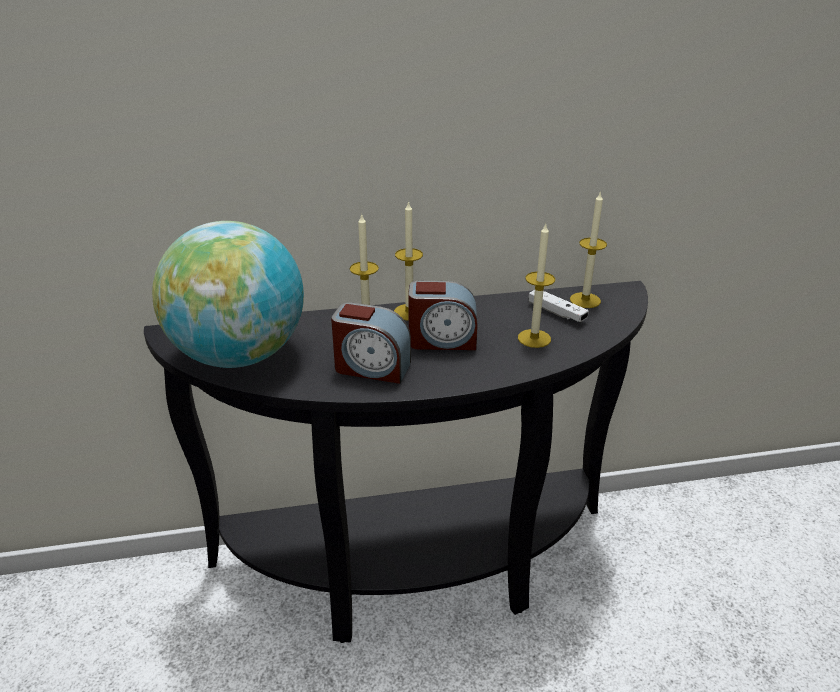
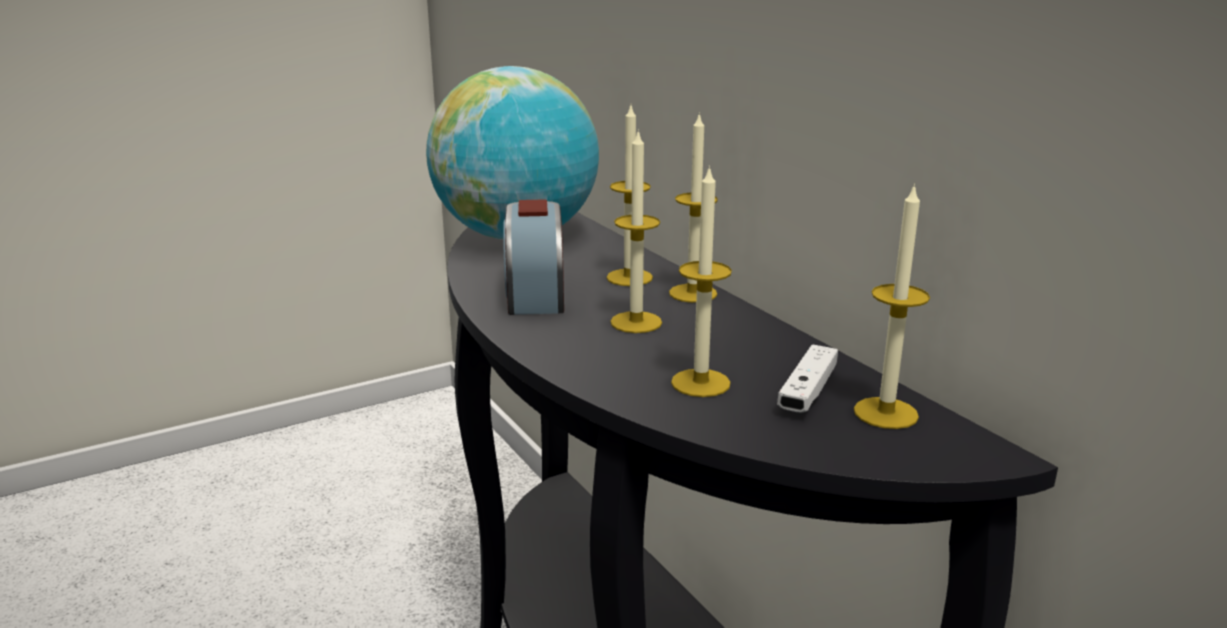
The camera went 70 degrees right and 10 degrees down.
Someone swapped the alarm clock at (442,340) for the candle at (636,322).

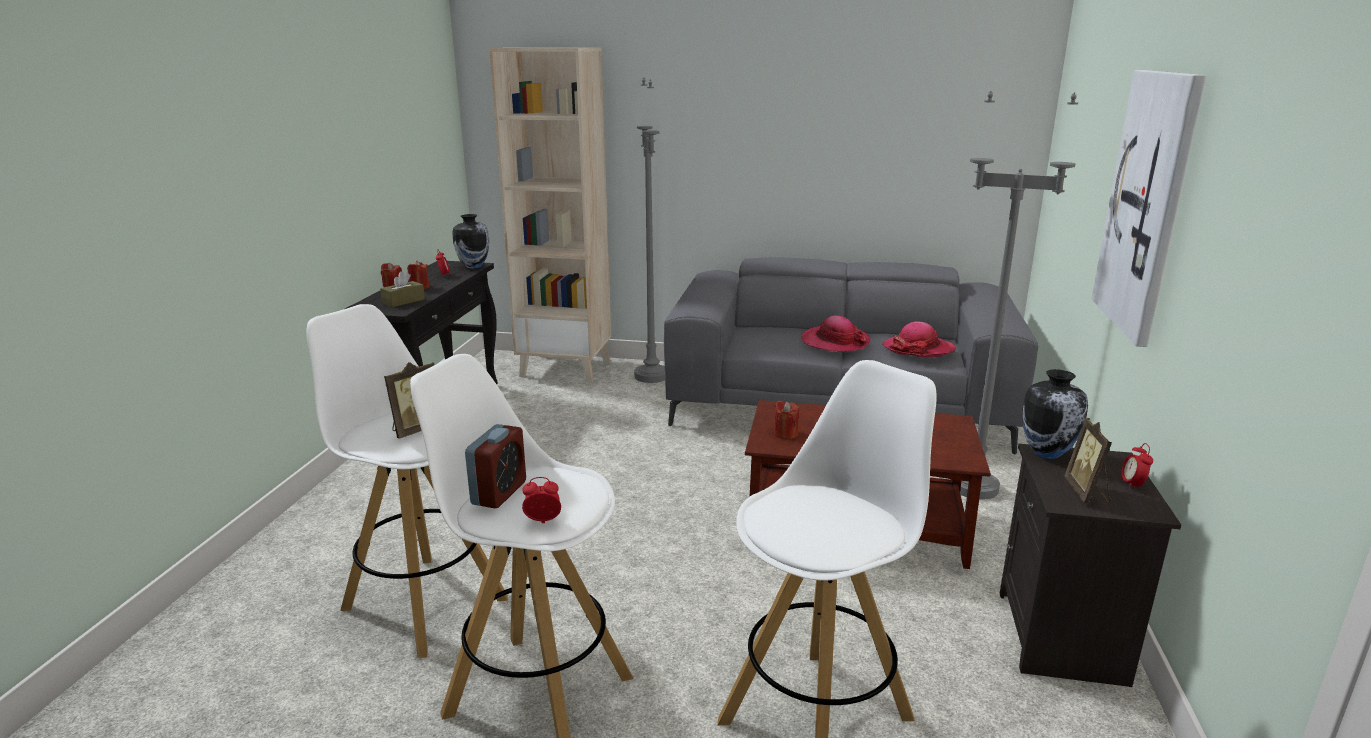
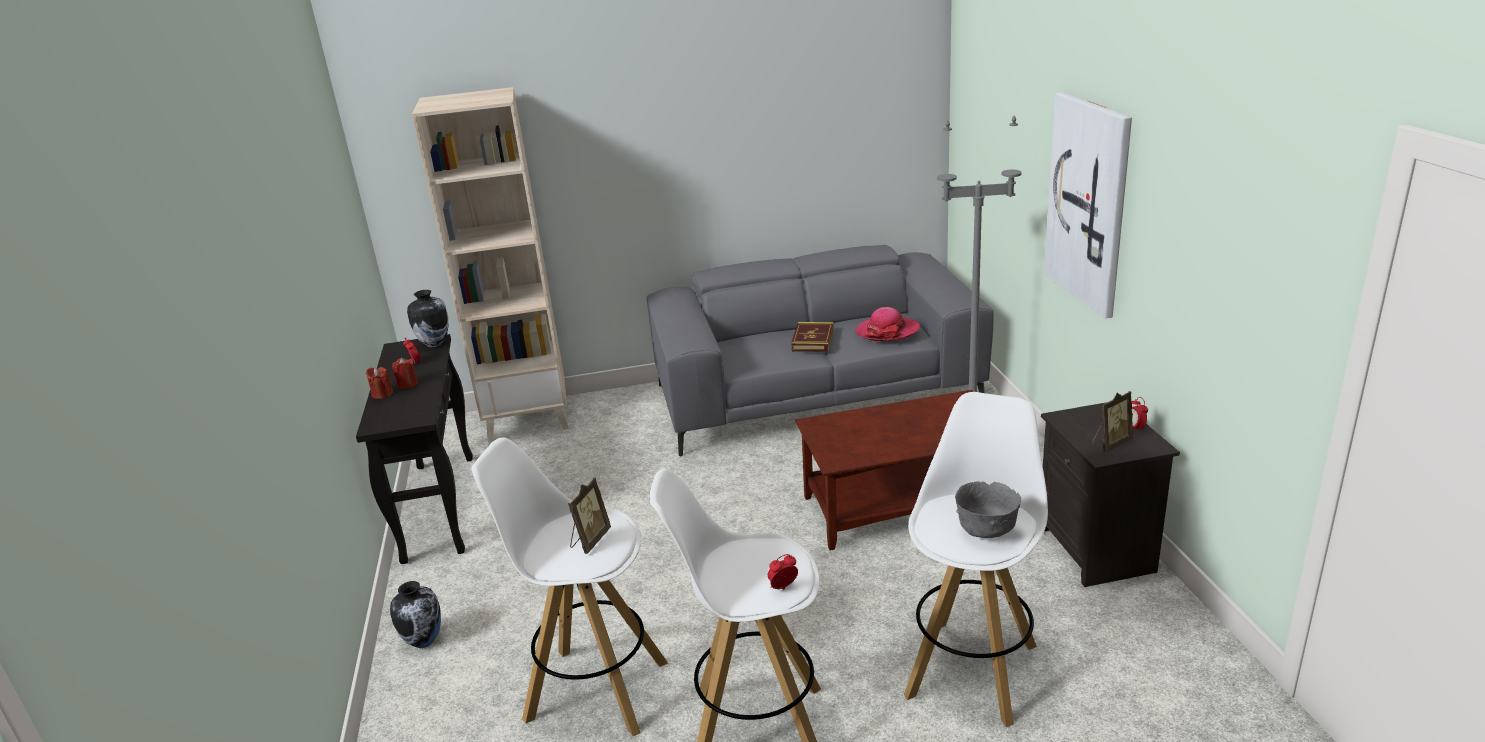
The camera went 20 degrees left and 5 degrees up.
Someone carried the vase from (1047,453) to (424,641).
Someone swapped the hat at (835,342) for the book at (813,340).
Someone put down the grey bowl at (986,532).
Someone rotated the picture frame at (1087,493) by 105 degrees counterclockwise.
Someone took away the brown tissue box at (403,301).
Someone took away the alarm clock at (499,493).
Someone took away the grey floor lamp at (651,376).
Someone took away the red candle at (785,433).

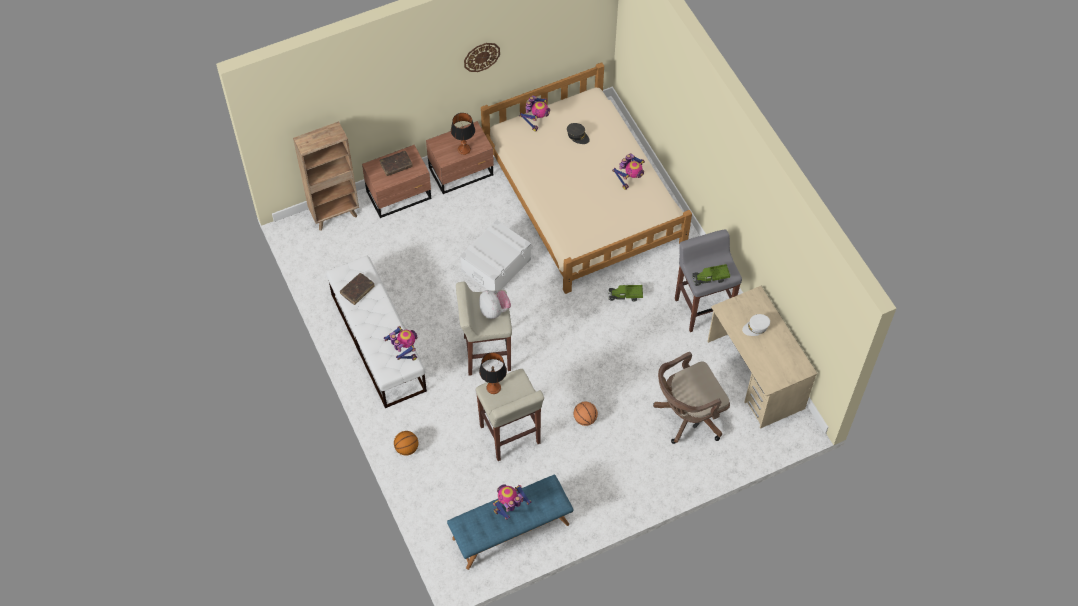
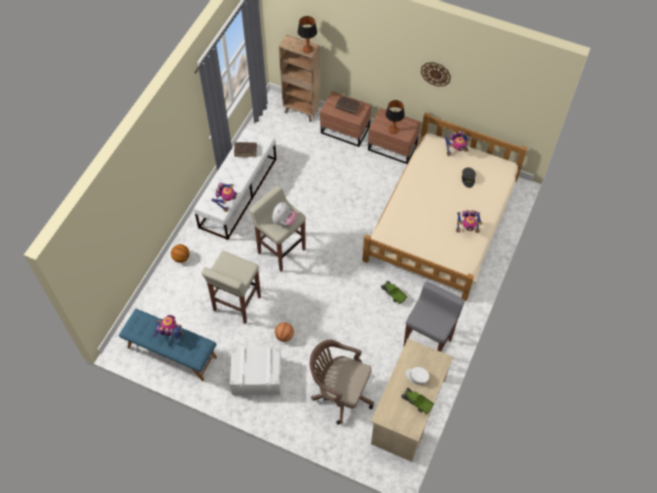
The camera went 50 degrees right and 0 degrees up.
Someone carried the white storage box from (496,265) to (257,376).
Someone carried the table lamp from (493,388) to (307,49).
Someone carried the toy truck from (710,278) to (416,402).

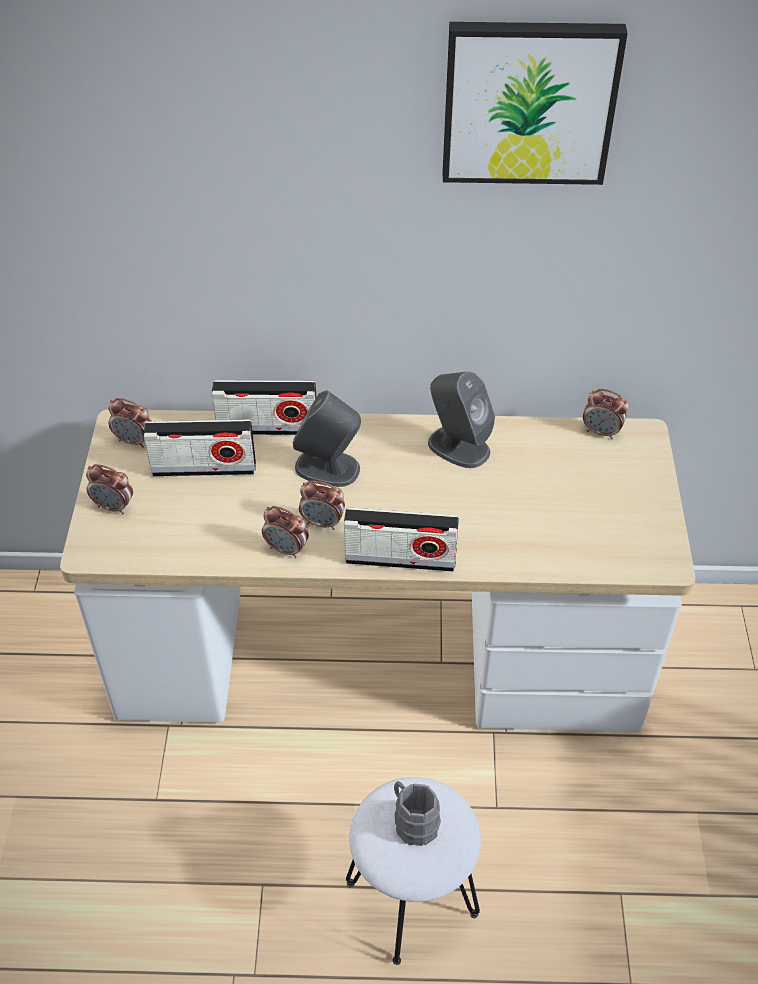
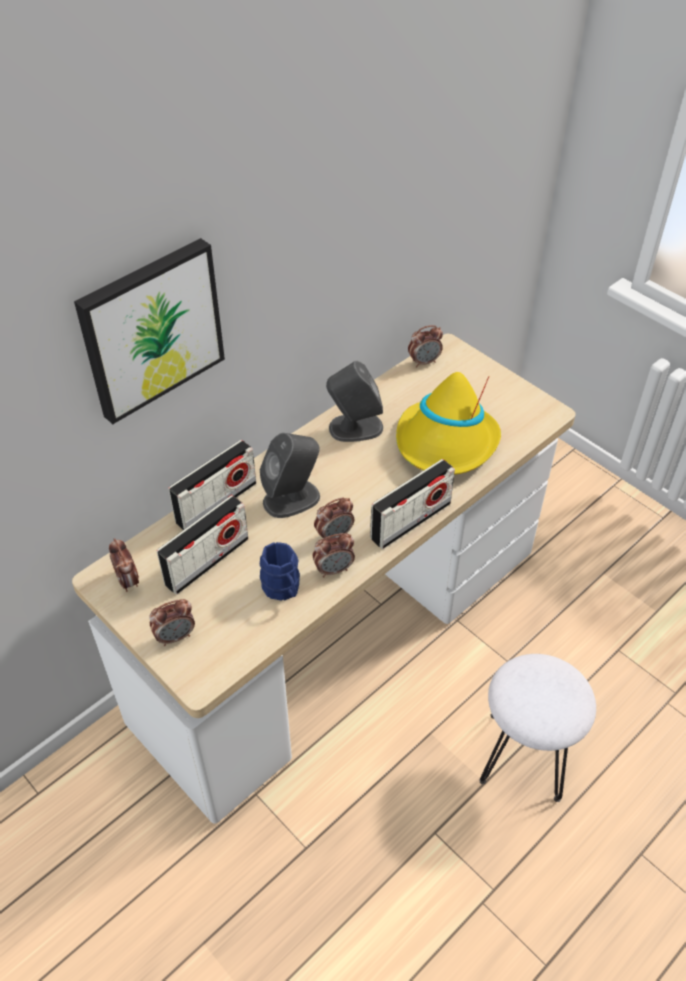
The camera went 45 degrees left and 0 degrees up.
Someone carried the picture from (529,102) to (151,329).
Someone rotated the alarm clock at (134,440) by 90 degrees clockwise.
Someone put down the blue mug at (283,589).
Someone put down the yellow hat at (446,443).
Someone took away the grey mug at (412,821).

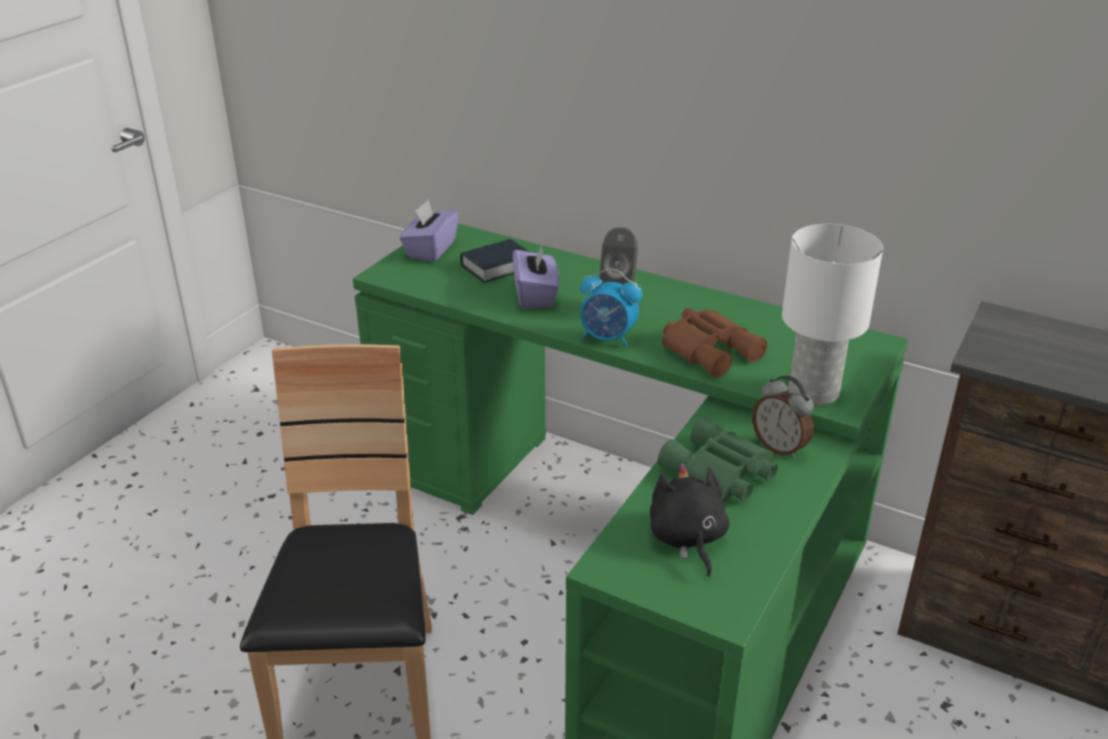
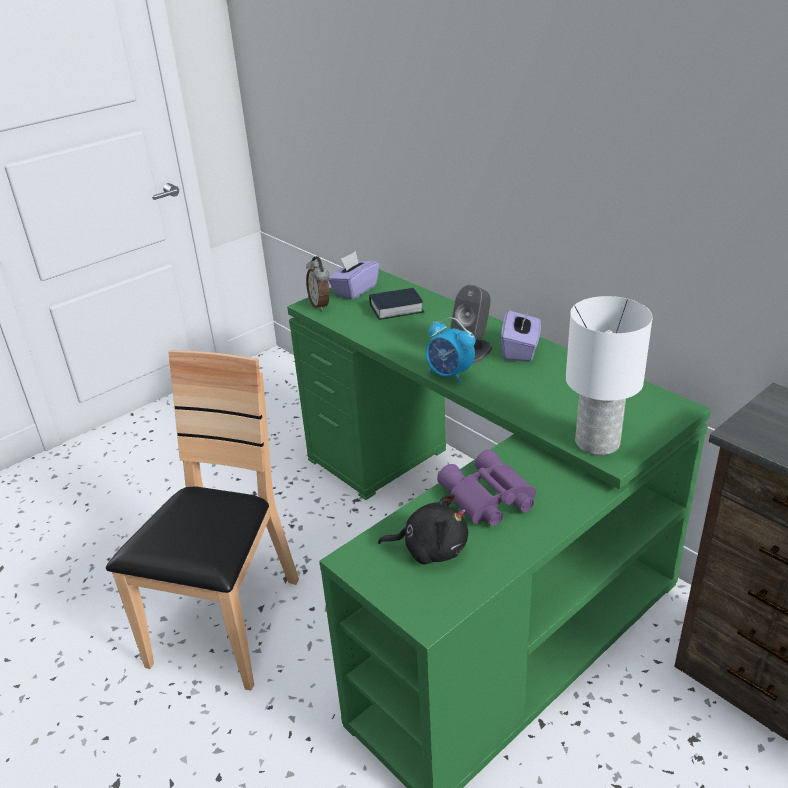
The camera went 20 degrees right and 0 degrees up.
Someone carried the alarm clock from (780,447) to (320,305).
Someone rotated the black plush toy at (687,539) by 90 degrees clockwise.
Someone repainted the green binoculars at (719,474), which became the purple binoculars at (487,499).
Someone carried the purple tissue box from (536,295) to (520,350).
Someone took away the brown binoculars at (710,349).

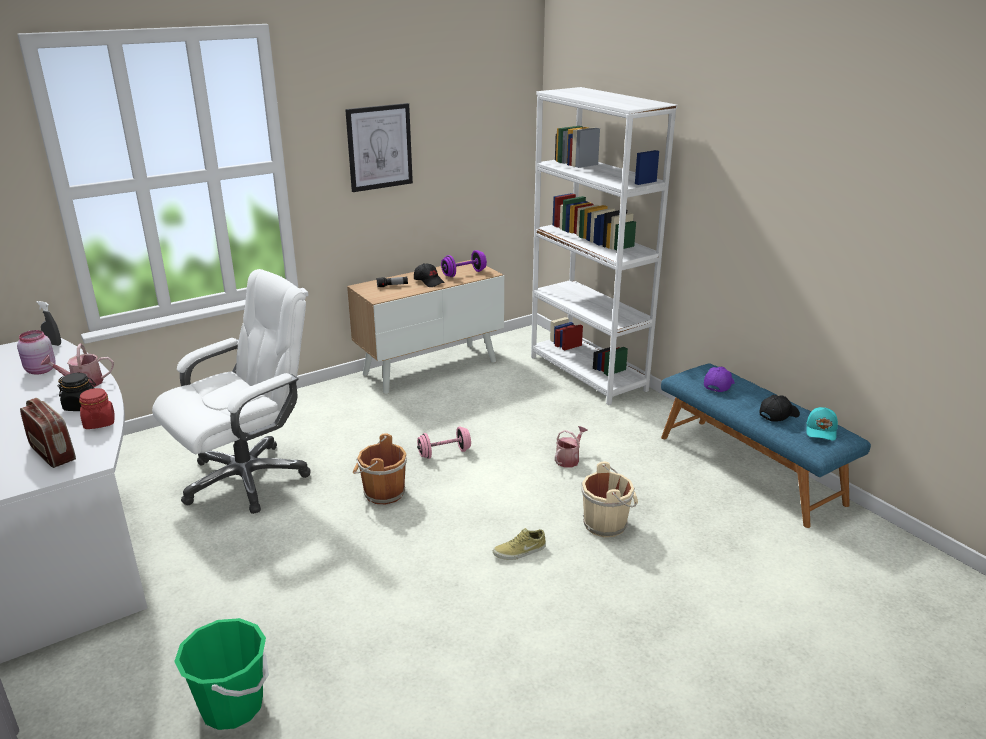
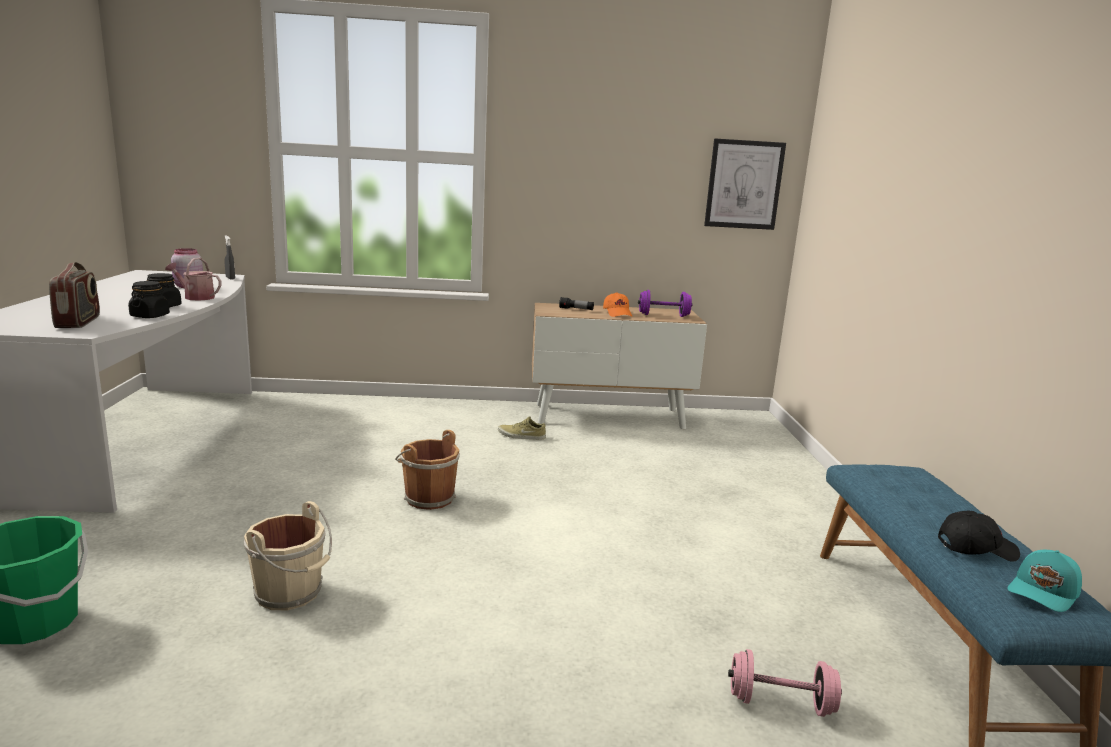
The camera went 30 degrees right and 10 degrees down.
Someone repainted the red jar at (99,422), which became the black jar at (150,316).
Someone carried the beige bucket from (607,524) to (291,593).
Someone carried the beige shoe from (520,551) to (521,436).
Someone repainted the black cap at (429,281), which became the orange cap at (618,313).
Someone carried the picture from (379,147) to (744,184).
Someone carried the pink dumbbell from (444,453) to (780,703).
Someone took away the white office chair at (247,478).
Someone took away the white bookcase at (587,373).
Someone took away the watering can at (569,459).
Someone took away the purple cap at (718,385).

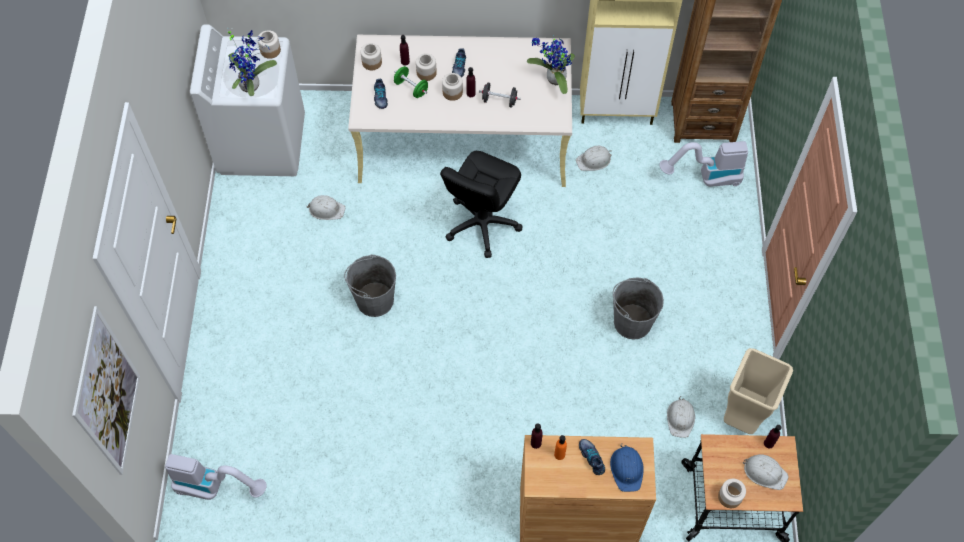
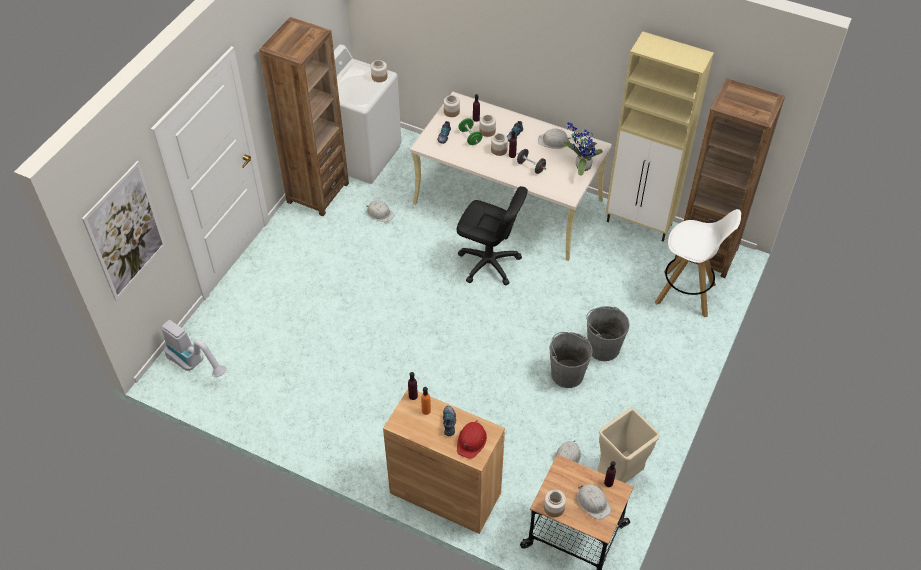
The camera went 25 degrees right and 10 degrees down.
Someone put down the brown bookcase at (317,192).
Someone rotated the black office chair at (482,224) by 120 degrees counterclockwise.
Someone repainted the blue hard hat at (627,469), which became the red hard hat at (471,441).
Someone carried the white hard hat from (594,160) to (553,141).
Someone carried the grey bucket from (374,300) to (603,347).
Someone swapped the vacuum cleaner at (706,178) for the white stool at (686,294).
Someone took away the potted plant at (252,84).

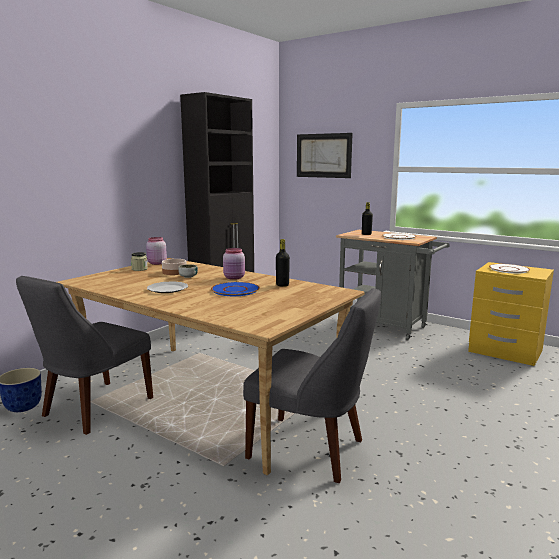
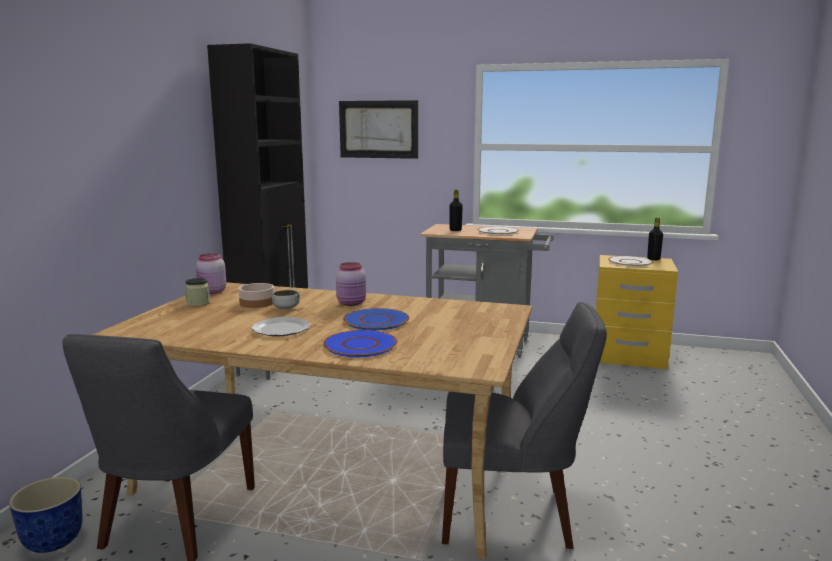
The camera went 20 degrees left and 0 degrees up.
Someone put down the blue plate at (359,345).
Someone carried the black bottle from (282,285) to (653,259).

